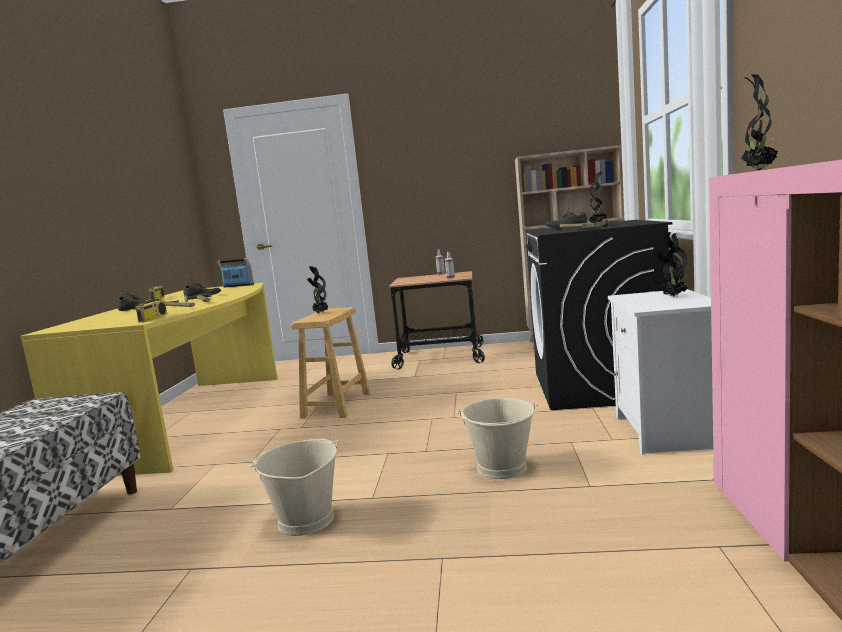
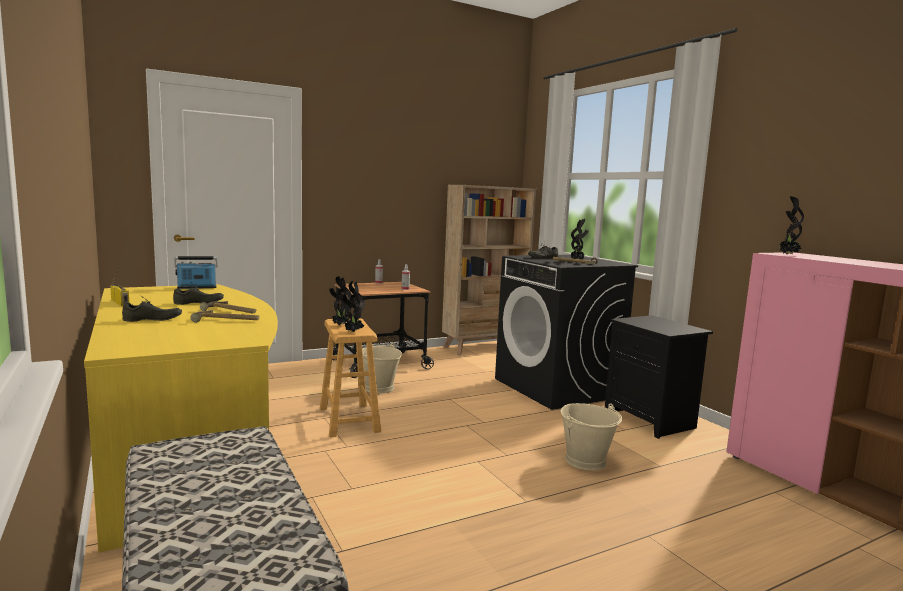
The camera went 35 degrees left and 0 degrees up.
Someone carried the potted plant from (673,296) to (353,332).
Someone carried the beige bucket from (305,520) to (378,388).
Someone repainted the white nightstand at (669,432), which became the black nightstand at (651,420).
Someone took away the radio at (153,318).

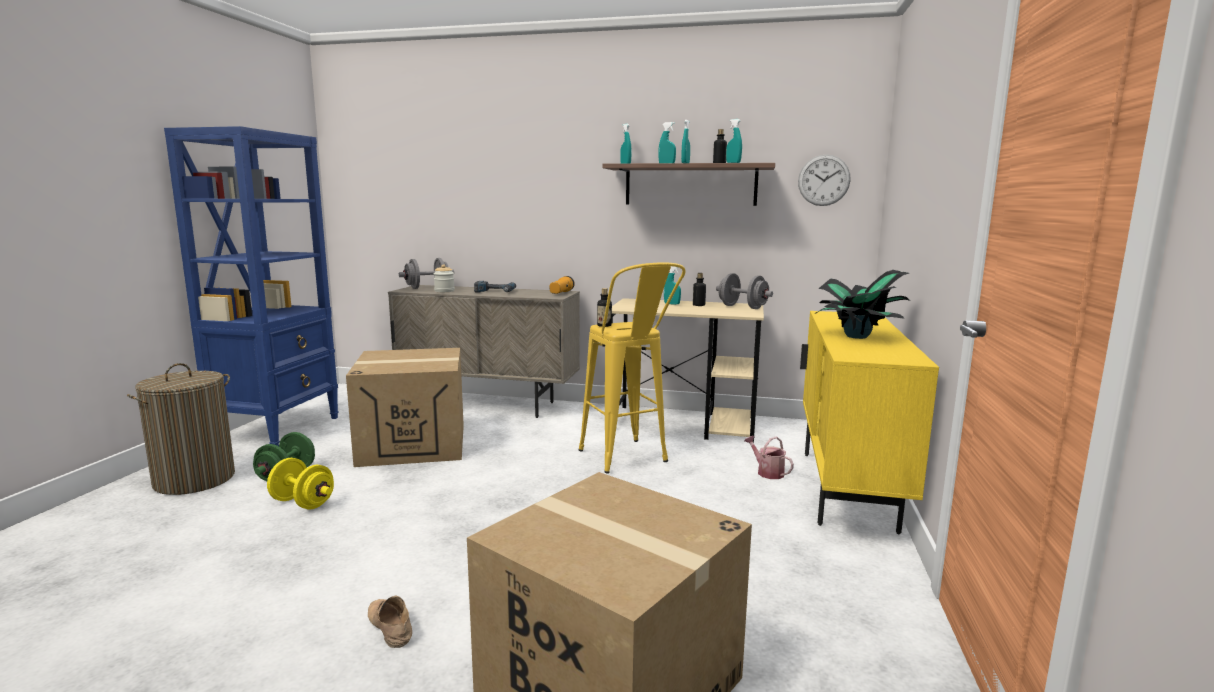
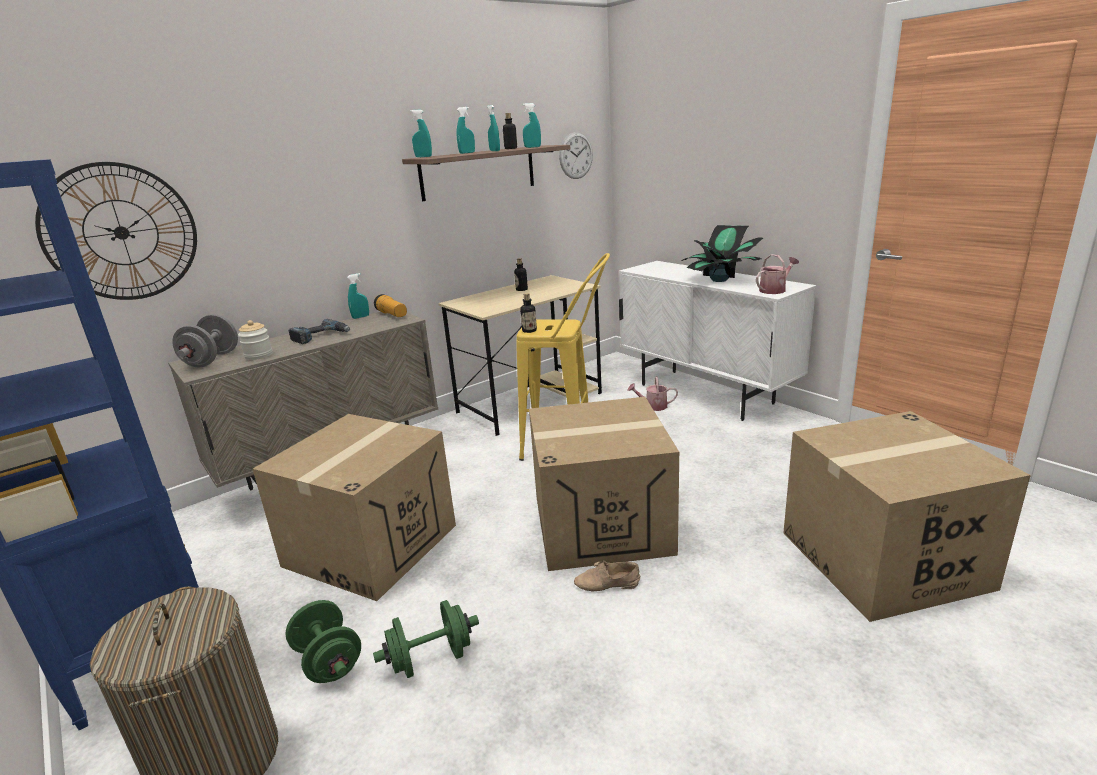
The camera went 50 degrees left and 10 degrees up.
Someone put up the wall clock at (121,232).
Someone carried the turquoise spray bottle from (672,304) to (360,317).
Someone repainted the yellow dumbbell at (302,503), which became the green dumbbell at (431,659).
Someone put down the cardboard box at (601,524).
Someone carried the beige shoe from (389,626) to (607,584).
Someone repainted the yellow cabinet at (846,489), which became the white cabinet at (705,394).
Someone put down the watering can at (775,290).
Someone took away the grey dumbbell at (742,307).

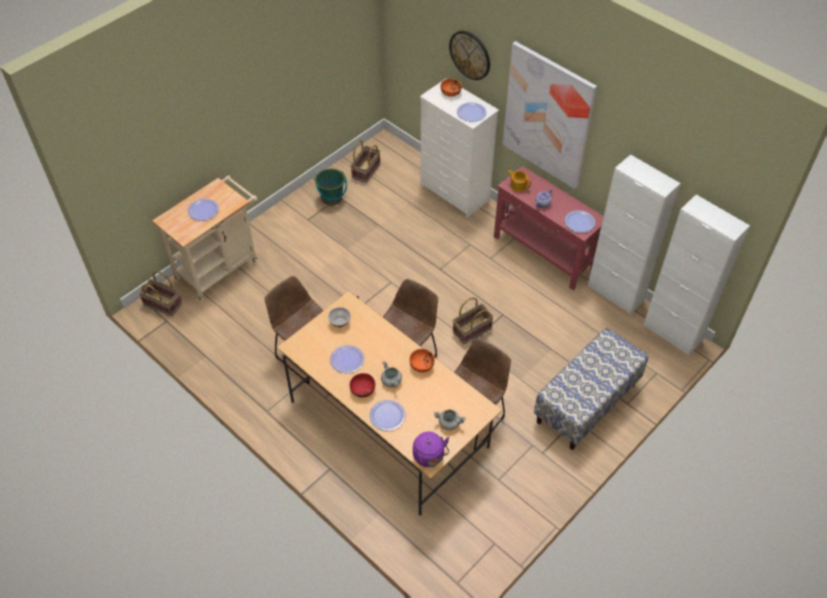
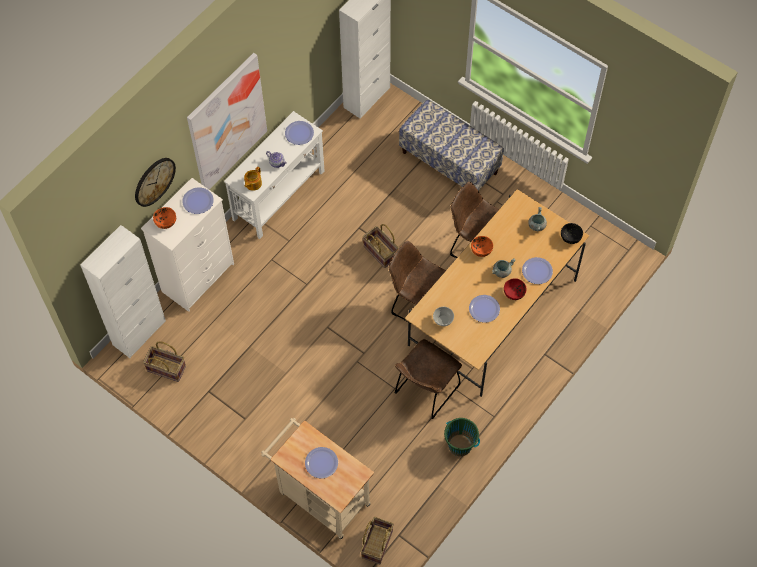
The camera went 95 degrees left and 10 degrees up.
Someone carried the white cabinet from (615,293) to (139,333).
Someone repainted the red console table at (544,253), which became the white console table at (279,195).
Someone carried the green bucket from (332,198) to (460,445).
Someone swapped the purple kettle at (429,457) for the black bowl at (571,237).

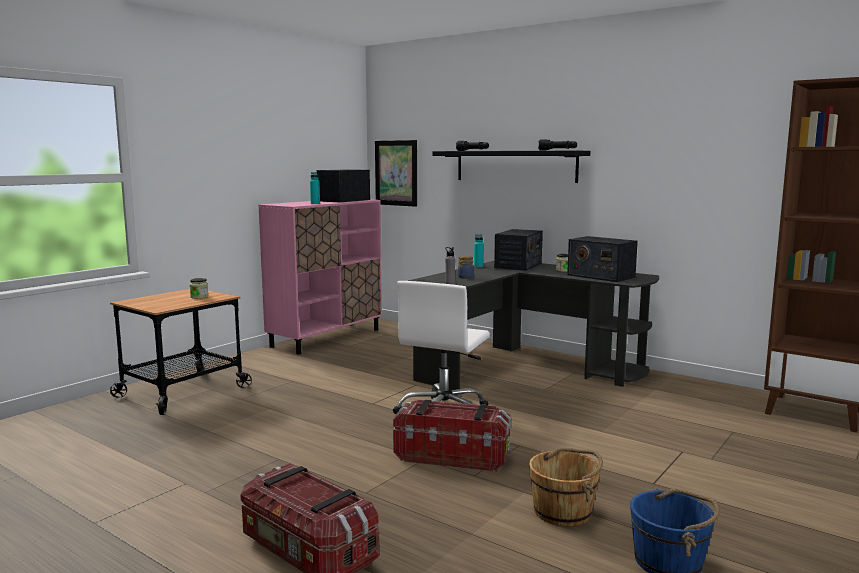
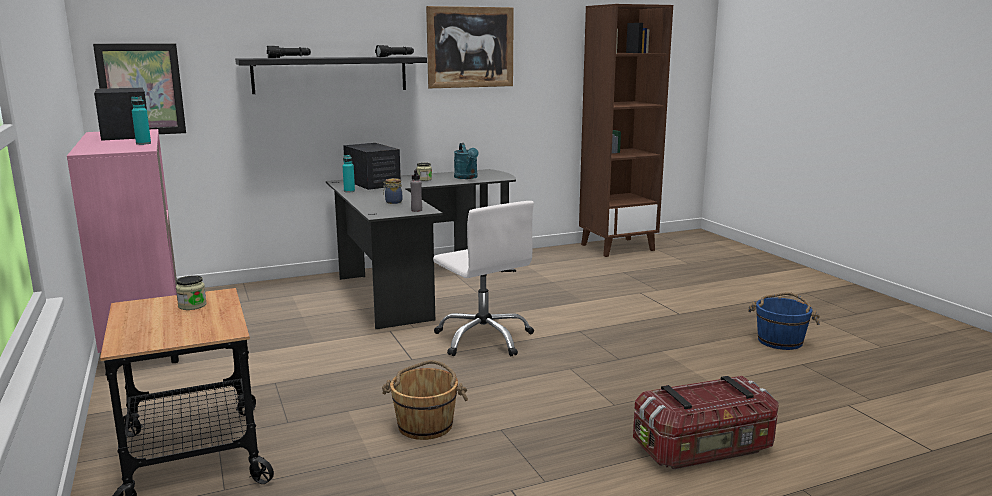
The camera went 60 degrees left and 5 degrees up.
Someone carried the brown bucket from (563,511) to (425,425).
Someone put up the picture at (470,47).
Someone swapped the radio at (600,276) for the turquoise watering can at (467,177).
Someone took away the storage box at (452,456).

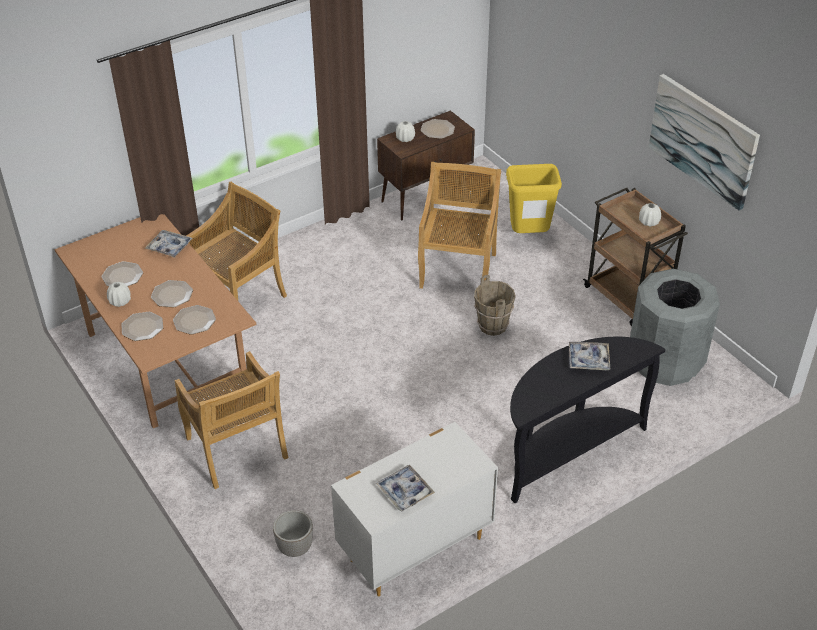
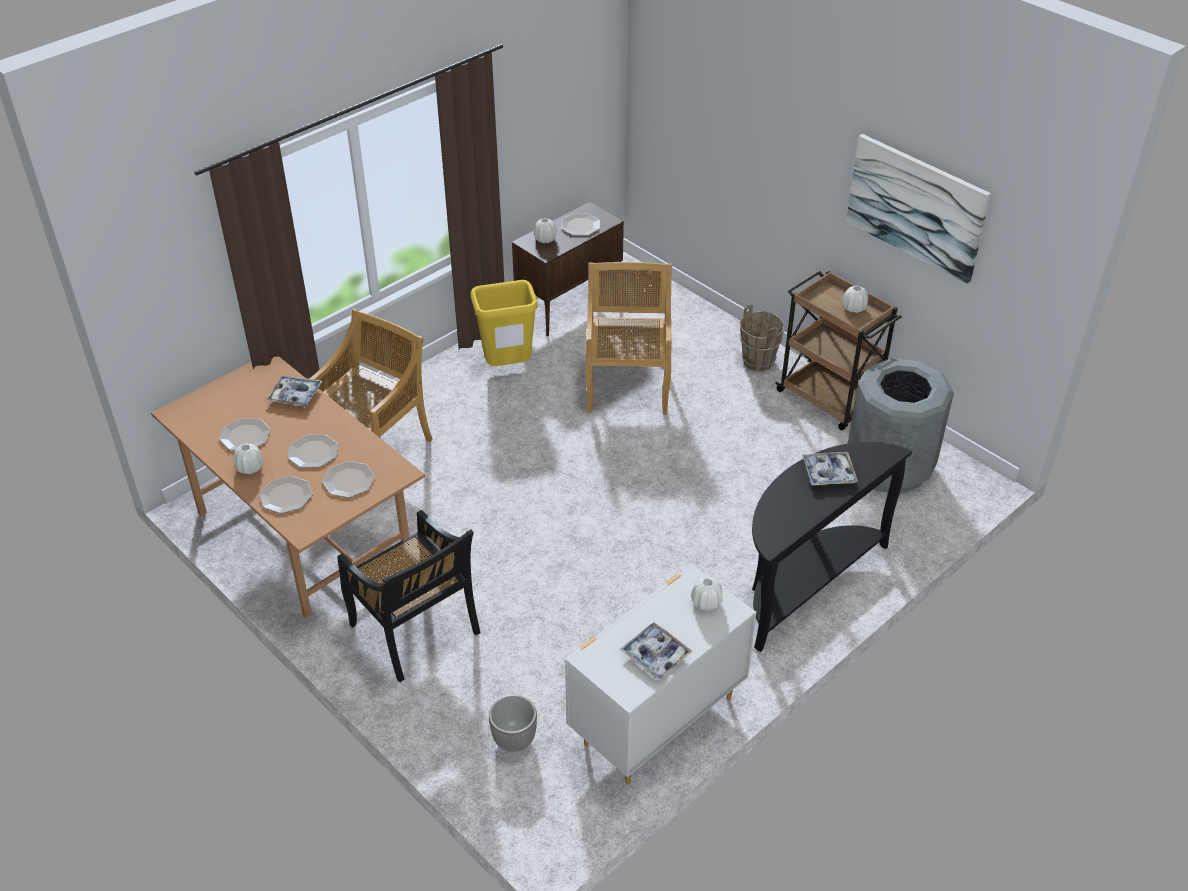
The camera went 10 degrees left and 0 degrees up.
Someone repainted the beige chair at (237,450), which became the black chair at (416,631).
Someone carried the yellow trash can from (528,235) to (507,368).
Someone put down the white vase at (706,602).
Someone carried the brown bucket from (493,326) to (758,361).

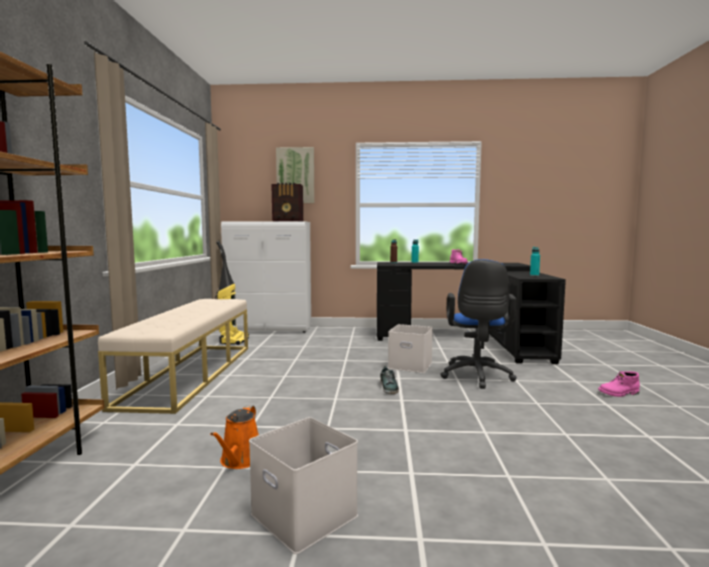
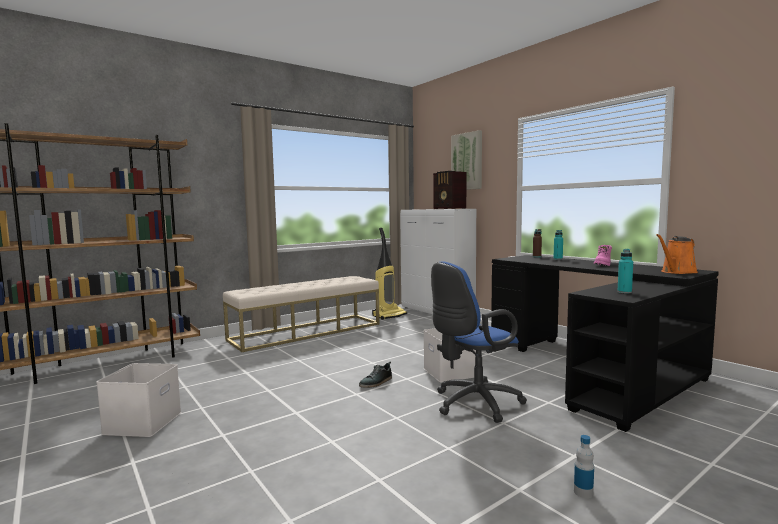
The camera went 50 degrees right and 0 degrees up.
Someone swapped the pink boot at (619,393) for the bottle at (583,492).
Someone carried the orange watering can from (240,460) to (677,272).

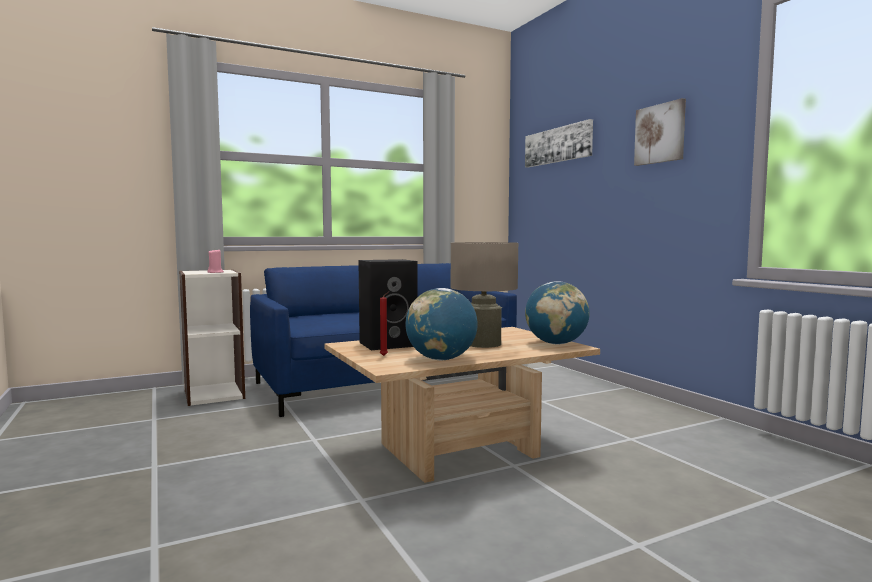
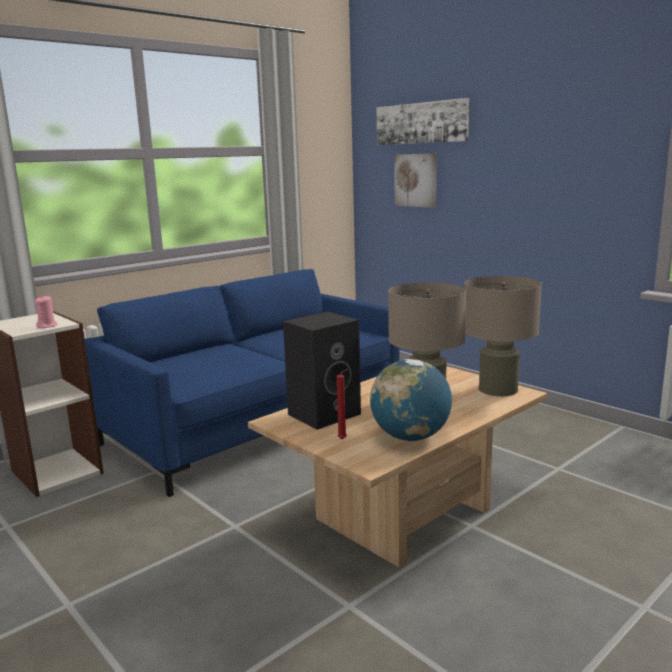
The camera went 15 degrees left and 10 degrees up.
Someone carried the picture from (660,133) to (416,180).
Someone swapped the globe at (556,343) for the beige table lamp at (498,389).

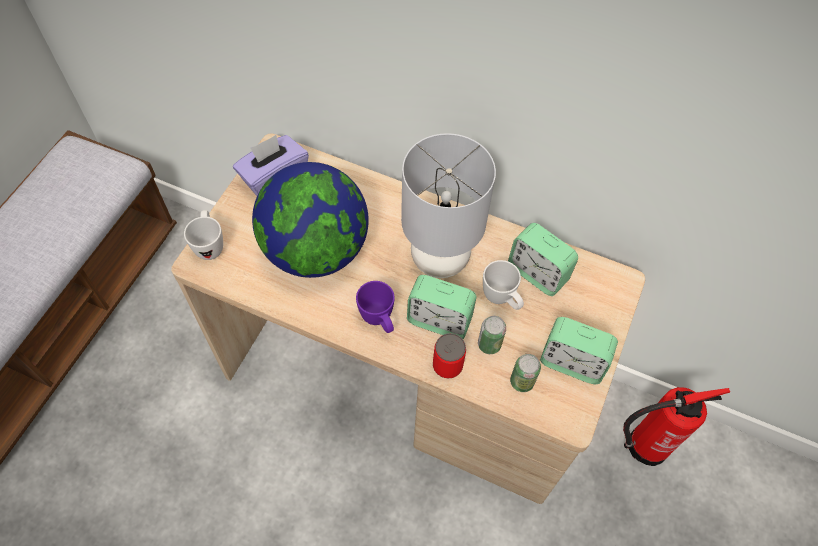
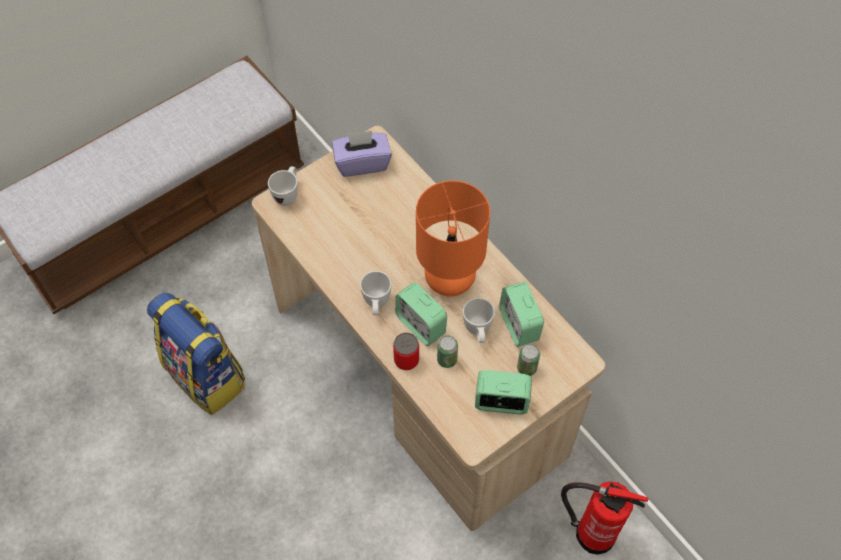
The camera went 30 degrees right and 0 degrees up.
Someone put down the backpack at (207,376).
Someone repainted the purple mug at (379,320), which became the white mug at (376,304).
Someone repainted the grey table lamp at (438,259), which became the orange table lamp at (449,280).
Someone rotated the alarm clock at (572,362) by 135 degrees clockwise.
Someone carried the can from (522,381) to (526,368).
Someone took away the globe at (315,250).

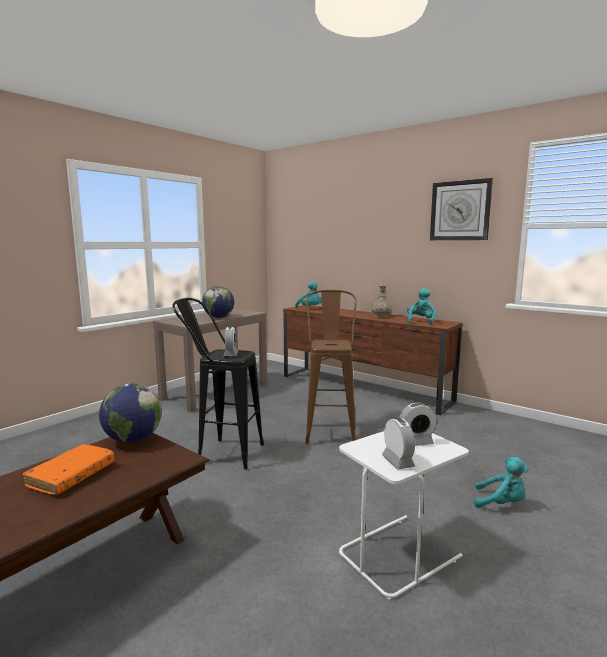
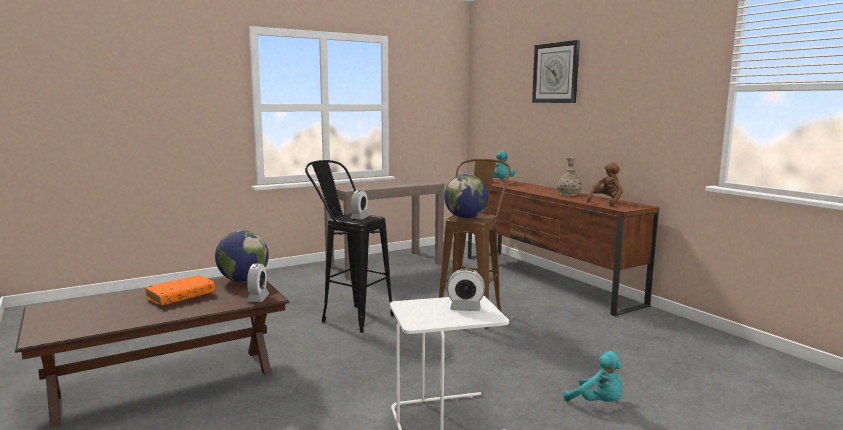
The camera went 20 degrees right and 0 degrees up.
Someone carried the alarm clock from (398,461) to (258,298).
Someone carried the globe from (218,317) to (465,218).
Someone carried the wall clock from (460,211) to (556,73).
Someone repainted the turquoise plush toy at (420,321), which became the brown plush toy at (606,202).

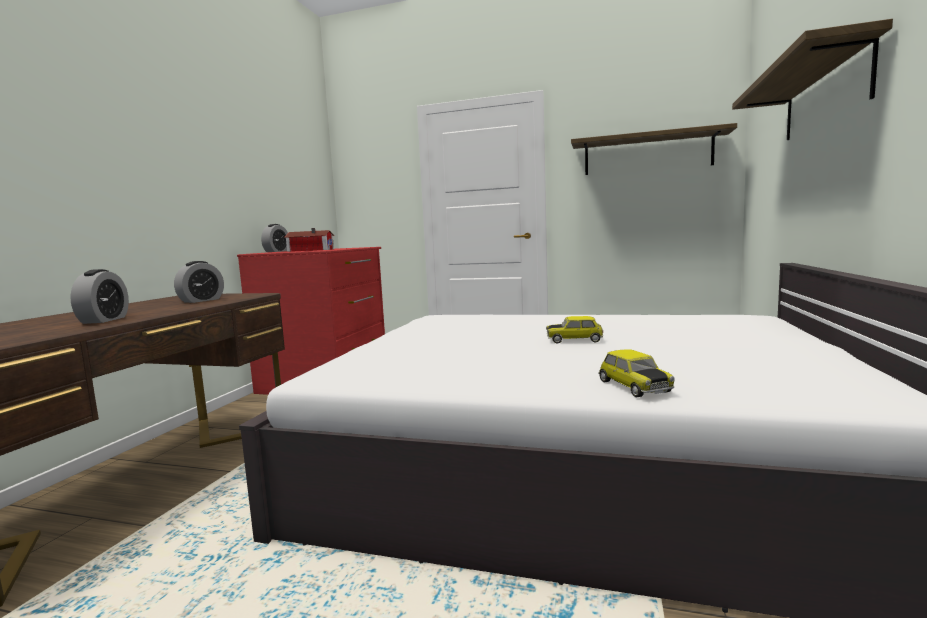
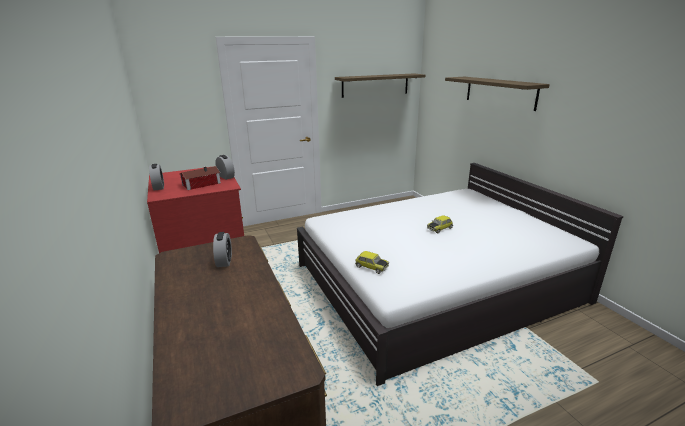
The camera went 40 degrees left and 15 degrees up.
Someone carried the alarm clock from (104,320) to (226,177).
Someone carried the toy car from (633,387) to (371,267).

